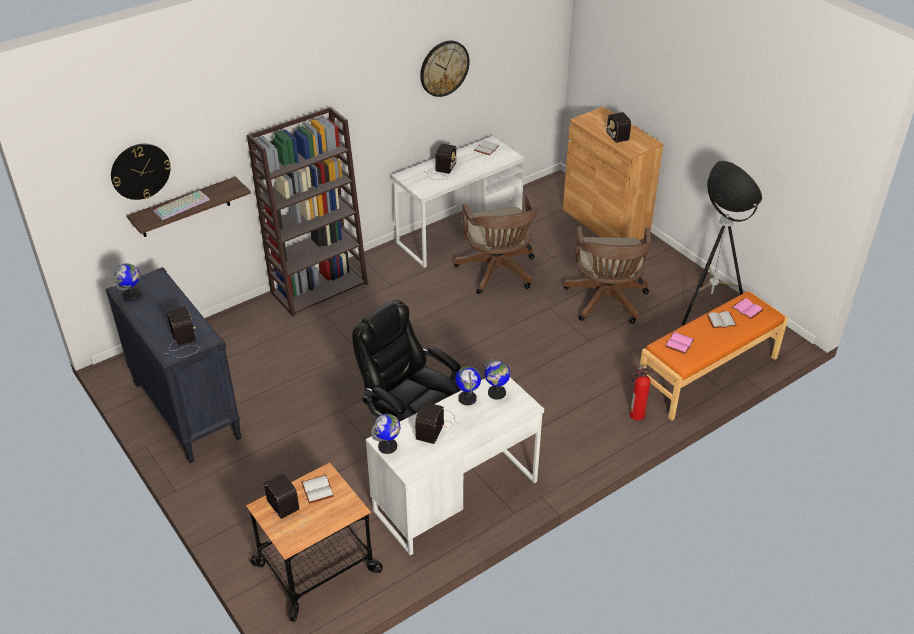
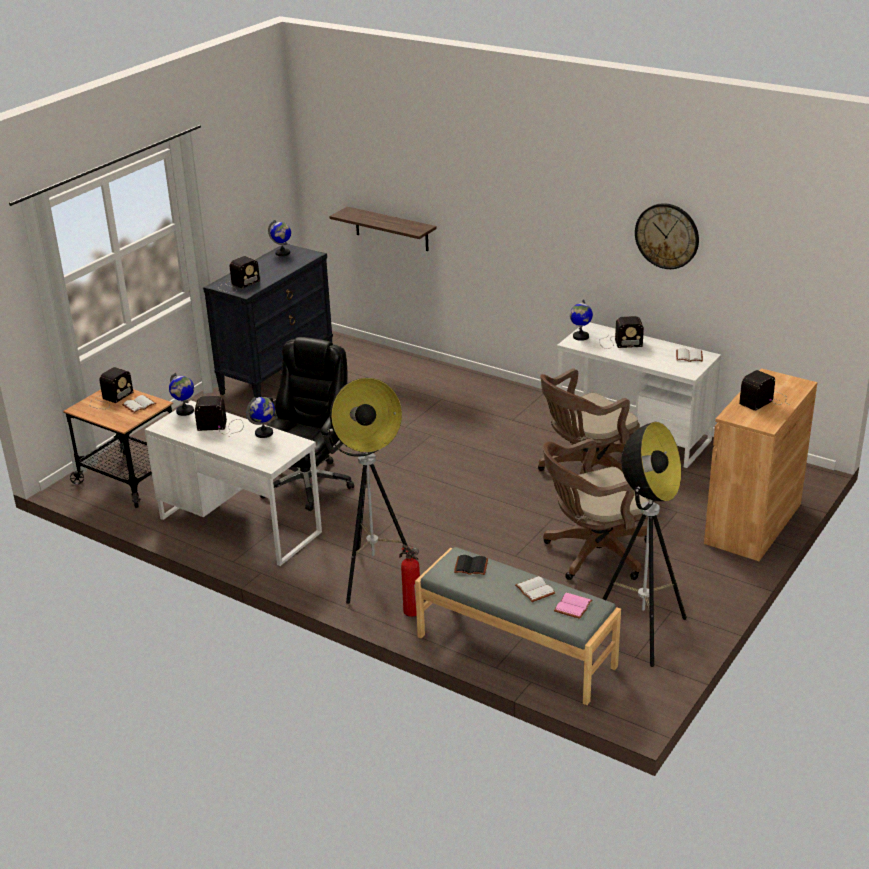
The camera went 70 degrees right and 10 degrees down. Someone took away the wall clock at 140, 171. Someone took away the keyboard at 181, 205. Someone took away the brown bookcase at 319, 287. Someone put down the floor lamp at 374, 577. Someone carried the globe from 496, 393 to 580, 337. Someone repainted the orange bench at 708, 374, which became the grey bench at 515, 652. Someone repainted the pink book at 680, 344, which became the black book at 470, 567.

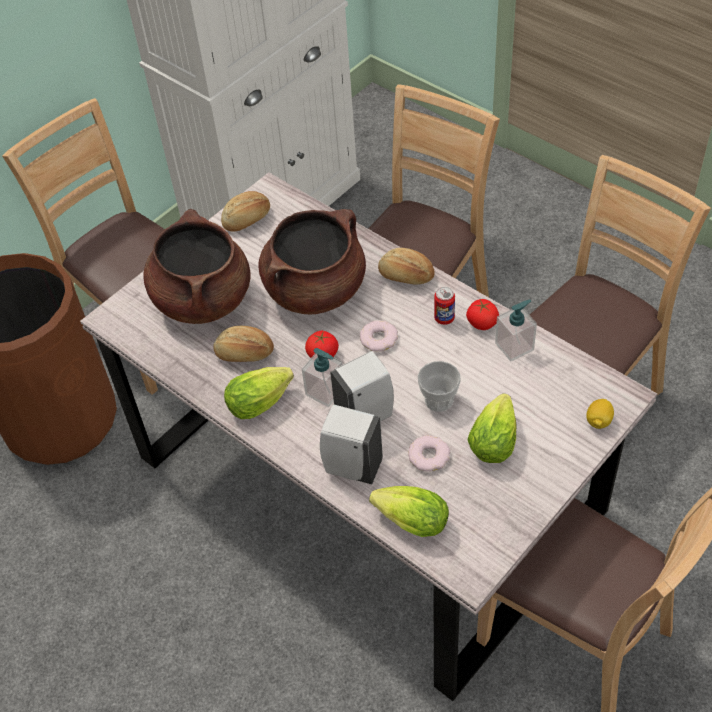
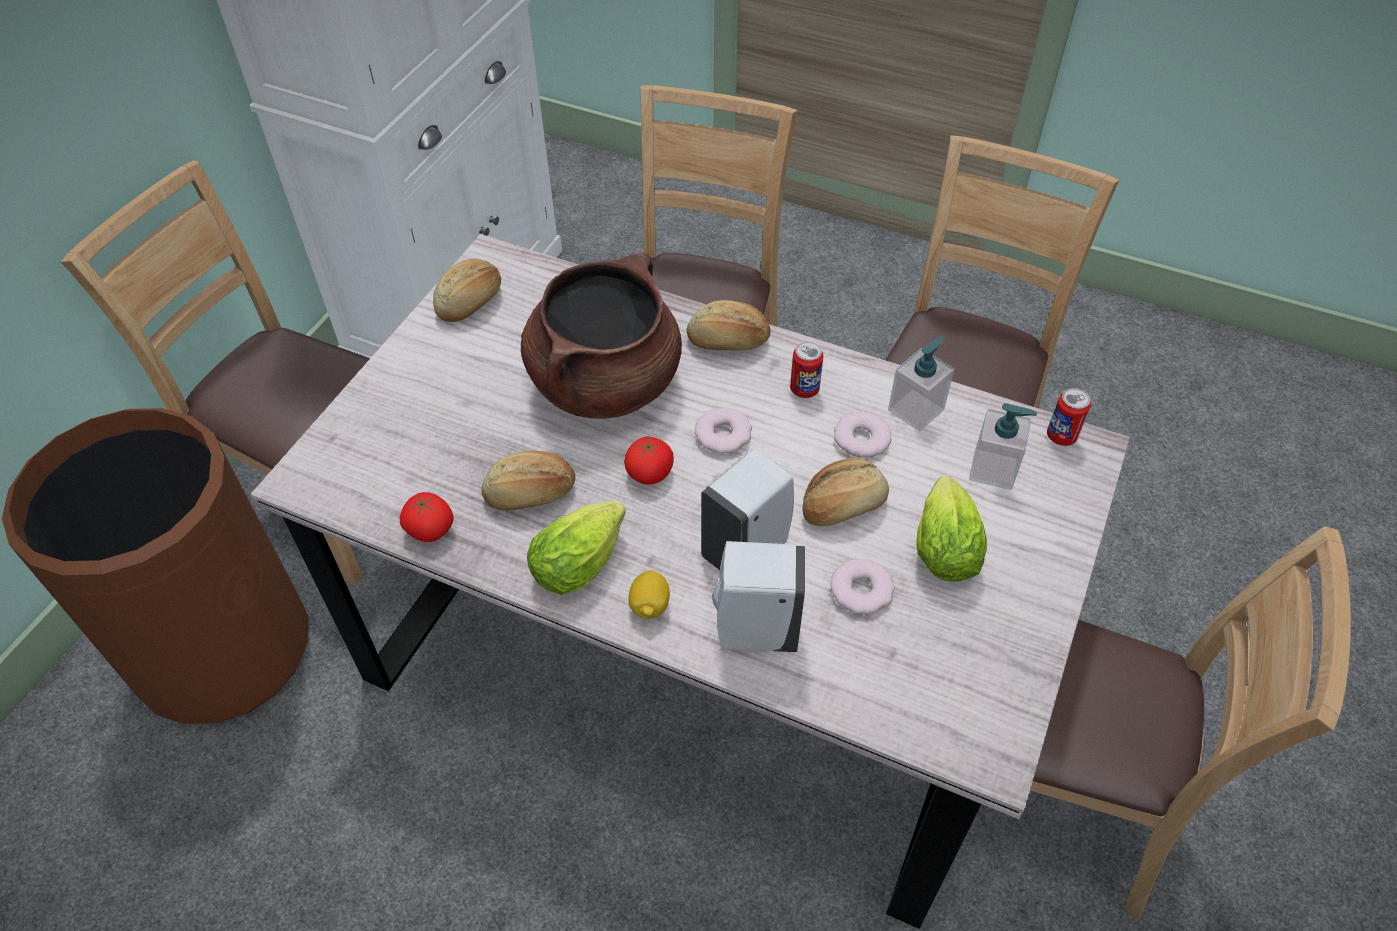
The camera went 20 degrees left and 0 degrees up. Someone took away the brown cooking pot at 202, 299. Someone took away the lettuce at 408, 521. Someone put down the donut at 861, 439. Someone put down the can at 1061, 436. Someone carried the soap dispenser from 325, 391 to 993, 469. Someone carried the tomato from 482, 323 to 430, 529. Someone carried the lemon from 598, 421 to 649, 605. Someone swapped the cup at 438, 400 for the bread at 842, 505.

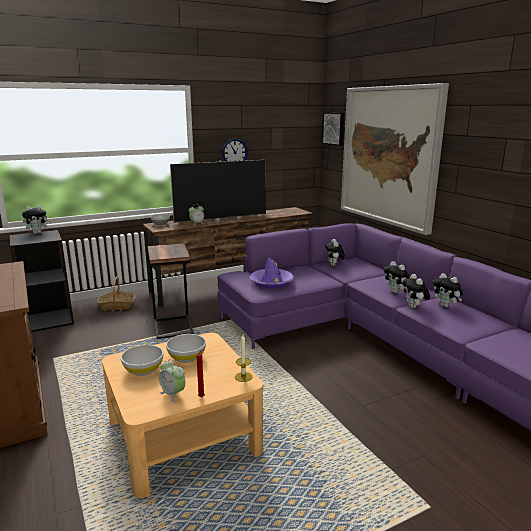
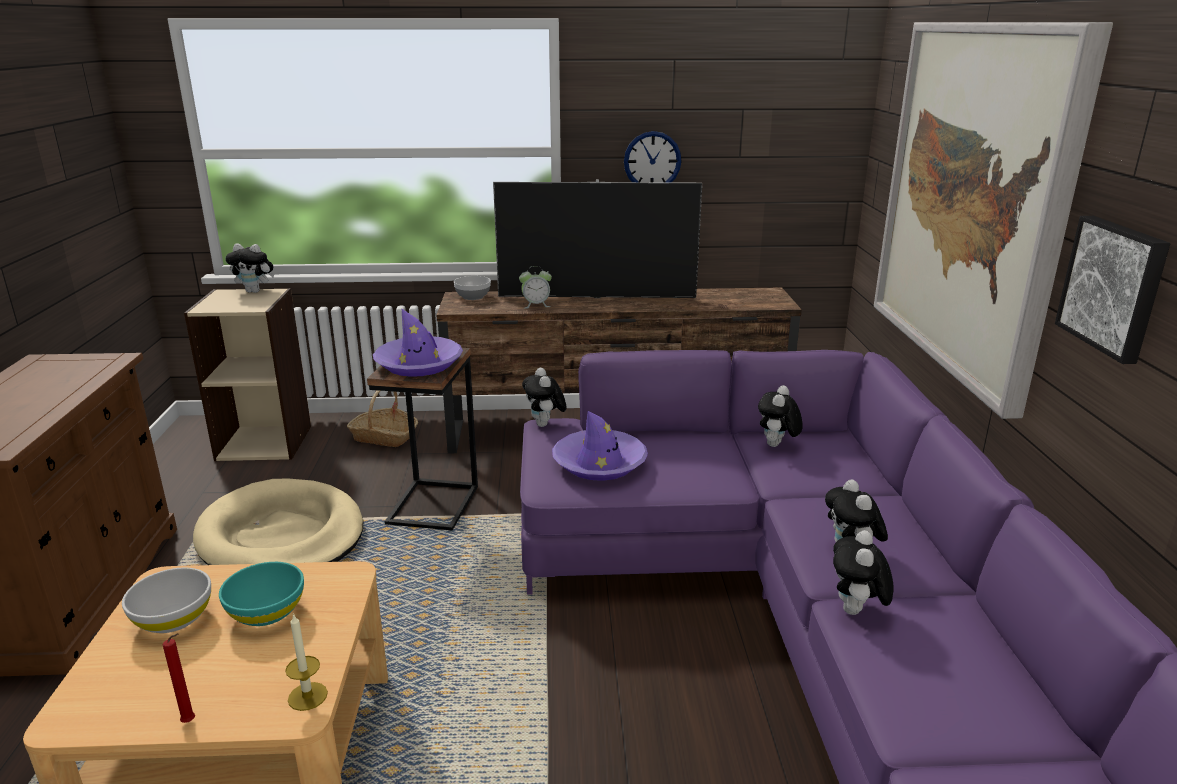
The camera went 25 degrees right and 5 degrees up. Someone took away the alarm clock at 173, 394. Someone put down the beige dog bed at 282, 536. Someone put down the purple hat at 419, 364. Someone carried the picture from 334, 128 to 1114, 287. Someone carried the plush toy from 446, 306 to 545, 425. Someone repainted the black bookcase at 48, 320, which became the beige bookcase at 265, 442. Someone repainted the white bowl at 186, 357, which became the turquoise bowl at 266, 612.

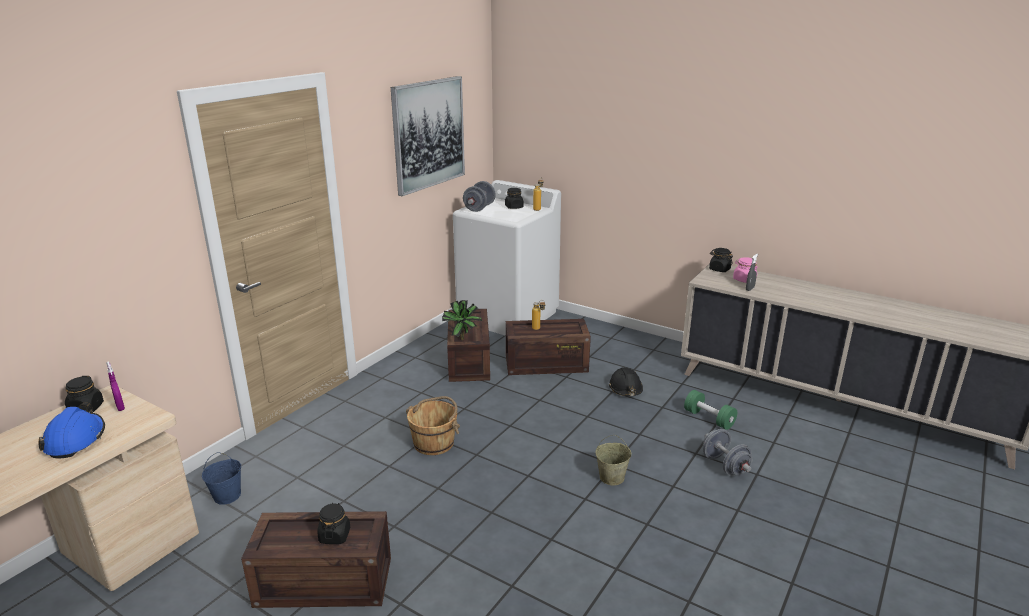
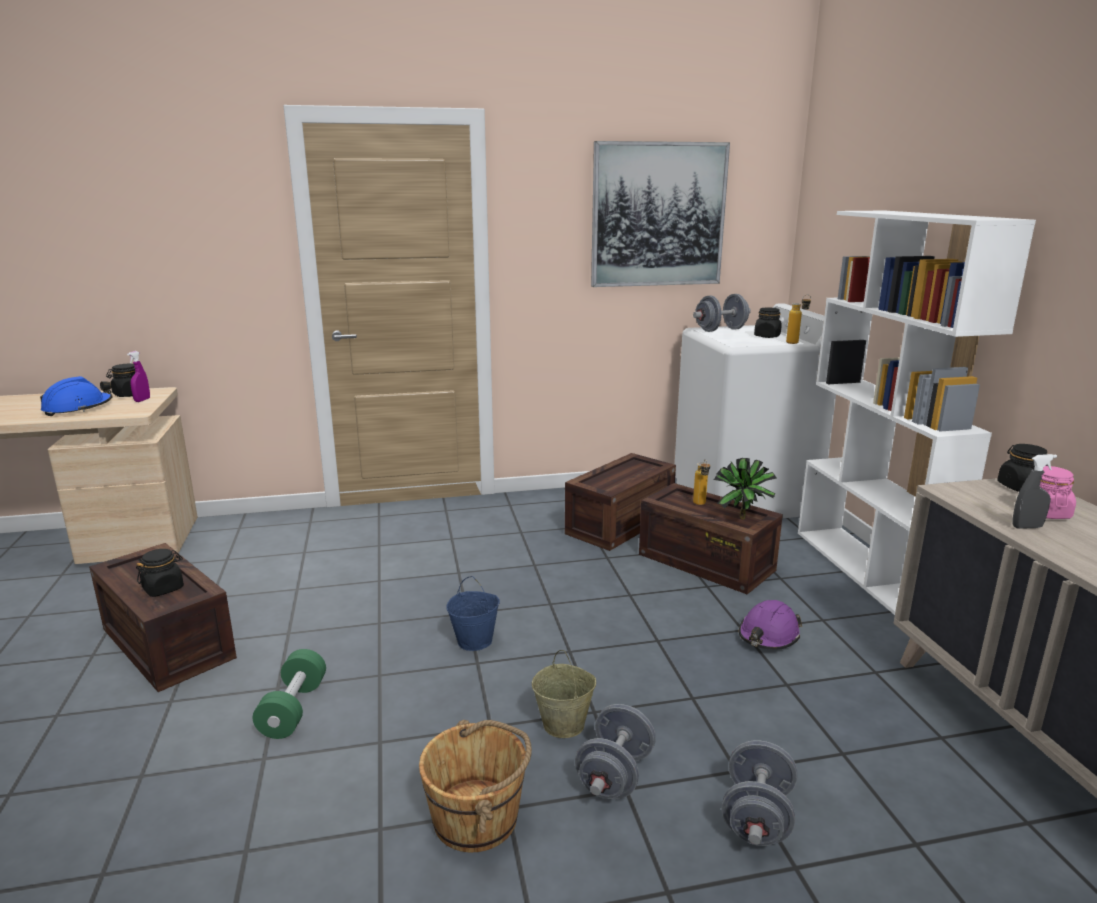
The camera went 45 degrees right and 5 degrees down. Someone put down the grey dumbbell at 615, 775. Someone put down the white bookcase at 869, 570. Someone carried the blue bucket from 227, 495 to 475, 641. Someone carried the brown bucket from 434, 443 to 477, 818. Someone carried the potted plant from 463, 340 to 743, 520. Someone carried the green dumbbell from 709, 419 to 293, 709. Someone repainted the black hard hat at 626, 388, which became the purple hard hat at 768, 636.

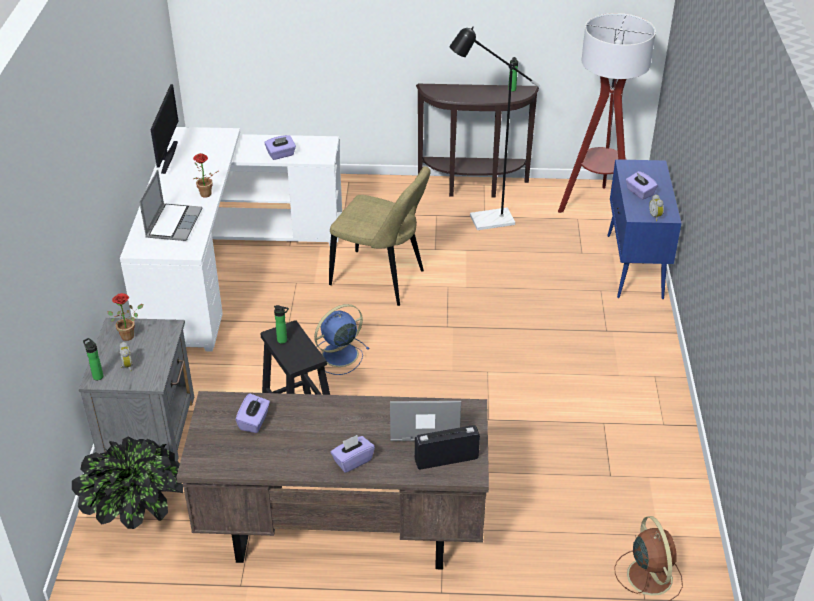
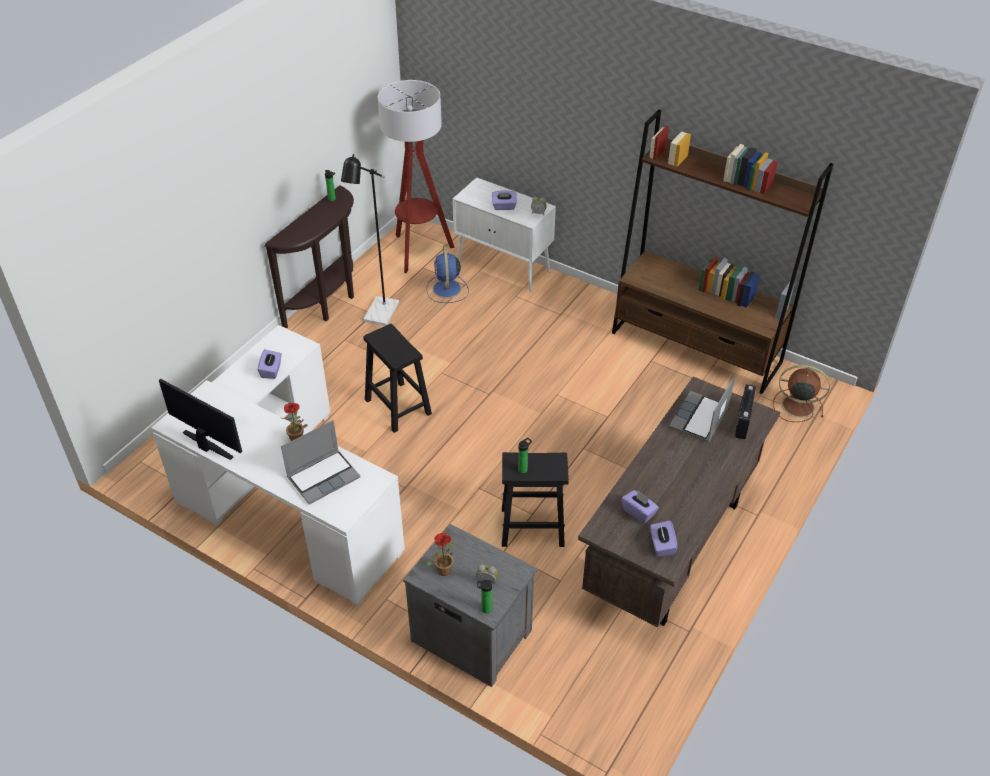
The camera went 60 degrees left and 5 degrees up. Someone took away the potted plant at 139, 516. Someone put down the brown bookcase at 696, 348. Someone carried the blue fan from 338, 355 to 447, 290. Someone carried the purple tissue box from 352, 461 to 661, 545. Someone swapped the beige chair at 381, 279 for the black stool at 398, 407. Someone repainted the blue cabinet at 635, 267, which became the white cabinet at 504, 267. Someone rotated the laptop at 173, 223 by 105 degrees clockwise.

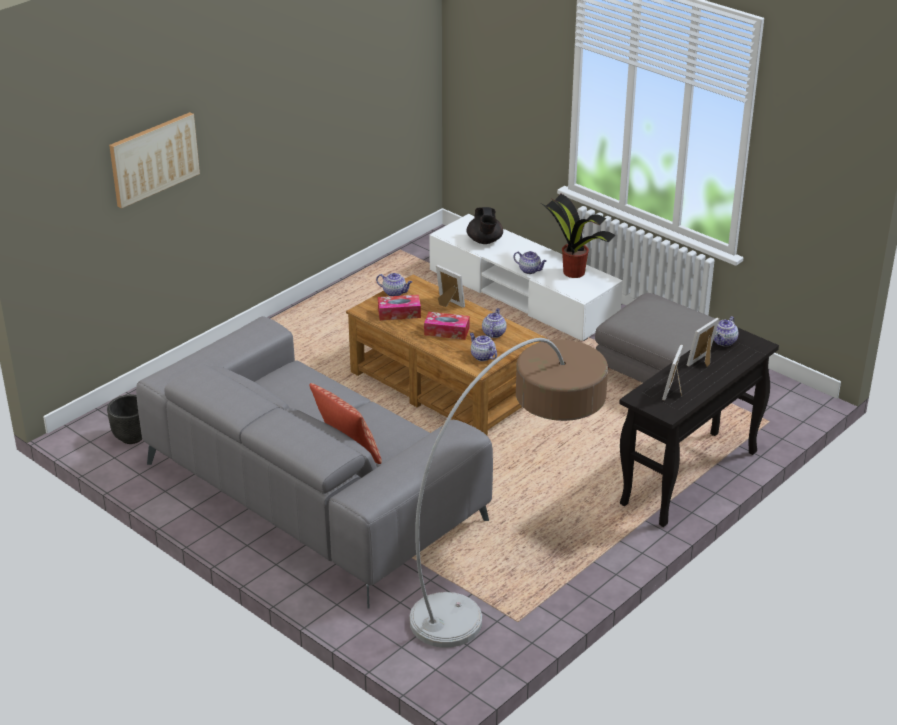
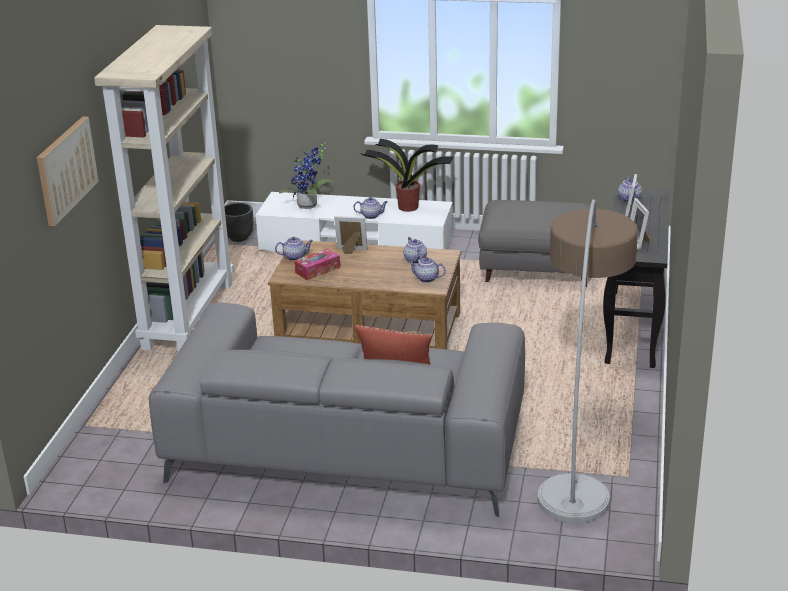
The camera went 30 degrees left and 5 degrees down. Someone took away the tissue box at 446, 331. Someone put down the beige bookcase at 188, 315. Someone carried the black planter from 131, 437 to 238, 238. Someone swapped the black teapot at 484, 241 for the potted plant at 309, 206.

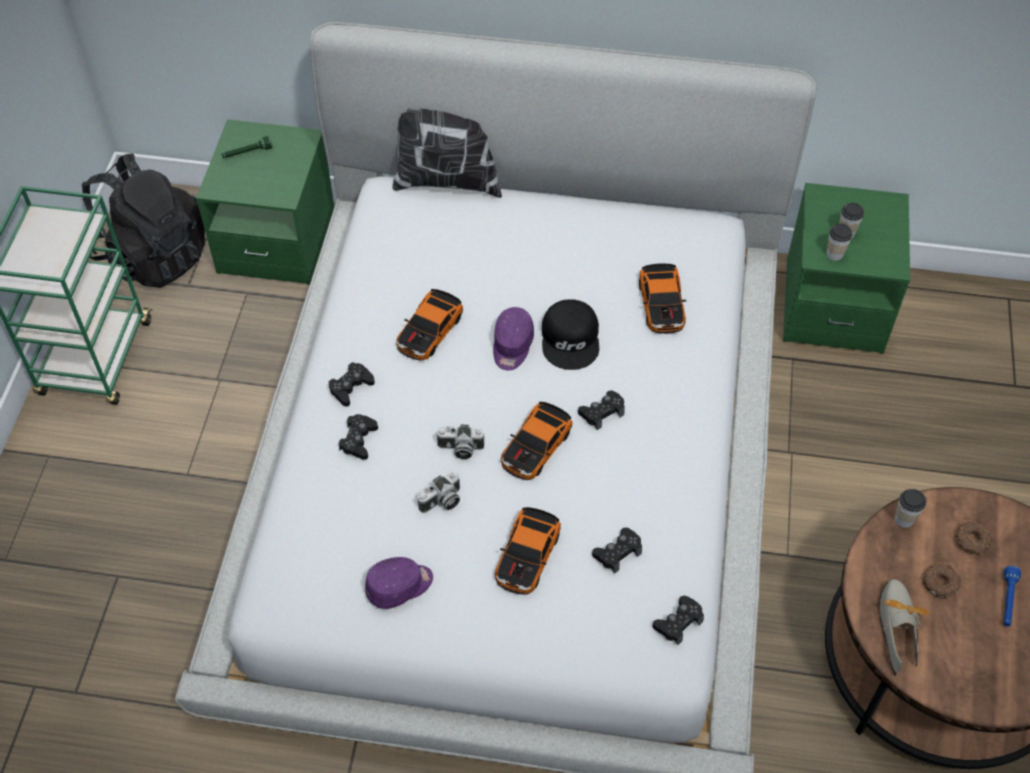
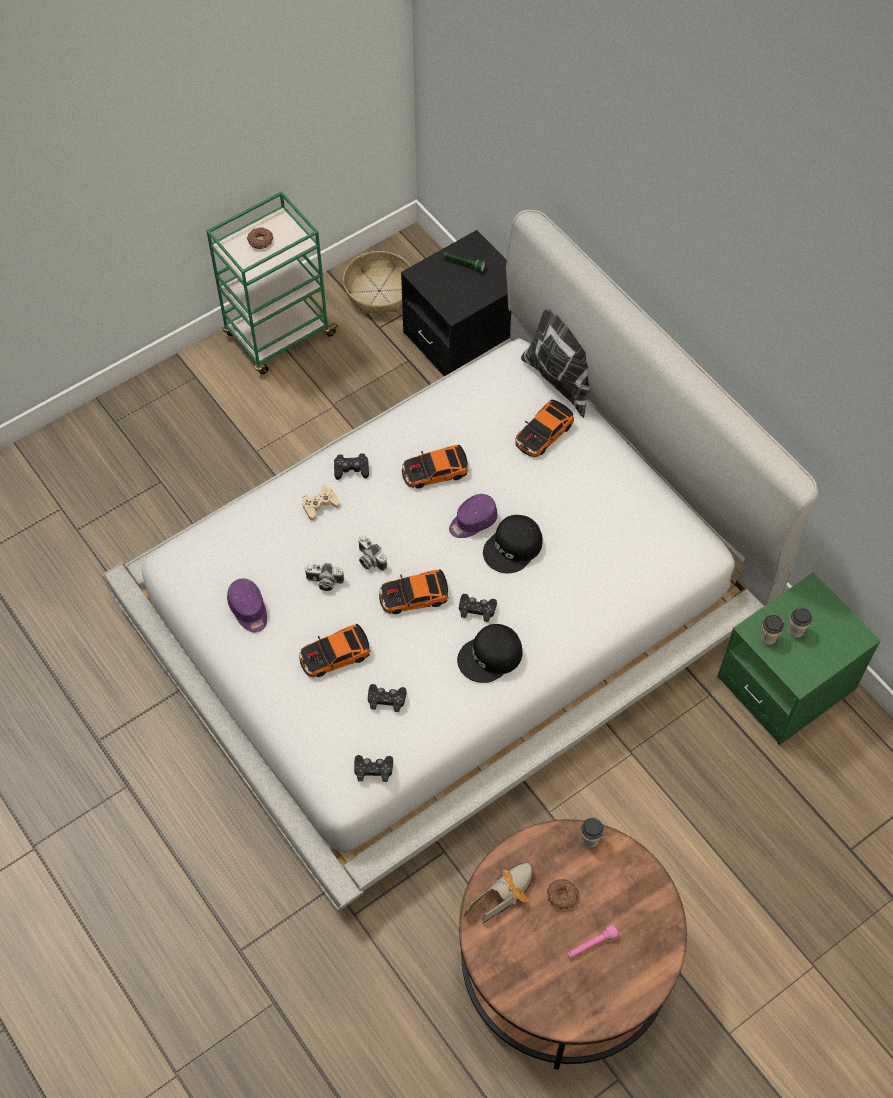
The camera went 45 degrees right and 5 degrees up. Someone put down the black cap at 491, 657. Someone carried the toy car from 662, 304 to 544, 433. Someone carried the donut from 972, 541 to 260, 241. Someone swapped the black backpack at 153, 255 for the basket at 379, 290. Someone repainted the green nightstand at 277, 240, which became the black nightstand at 463, 338. Someone repainted the black game controller at 358, 440, which became the beige game controller at 320, 505. Someone repainted the blue flashlight at 1007, 600, which became the pink flashlight at 591, 944. Someone rotated the purple cap at 400, 586 by 45 degrees clockwise.

